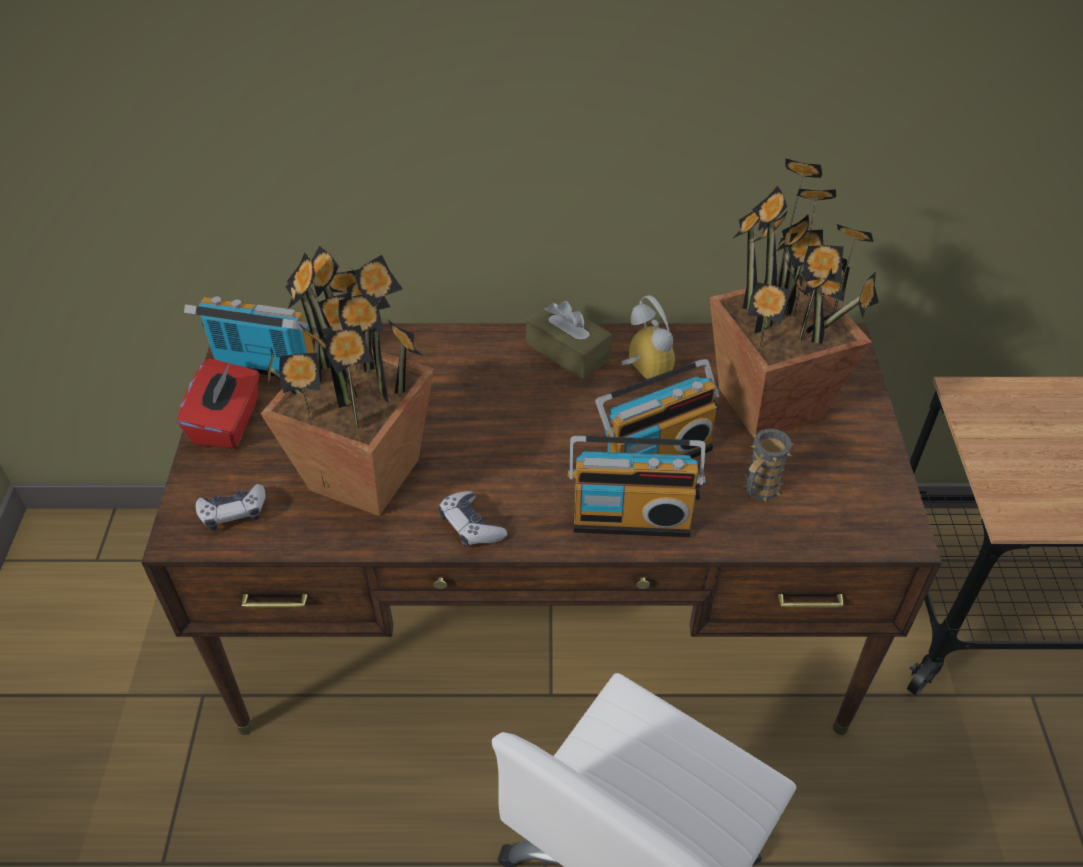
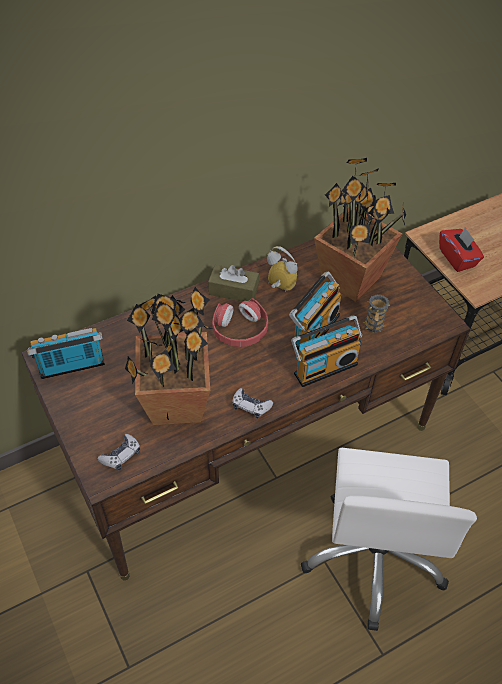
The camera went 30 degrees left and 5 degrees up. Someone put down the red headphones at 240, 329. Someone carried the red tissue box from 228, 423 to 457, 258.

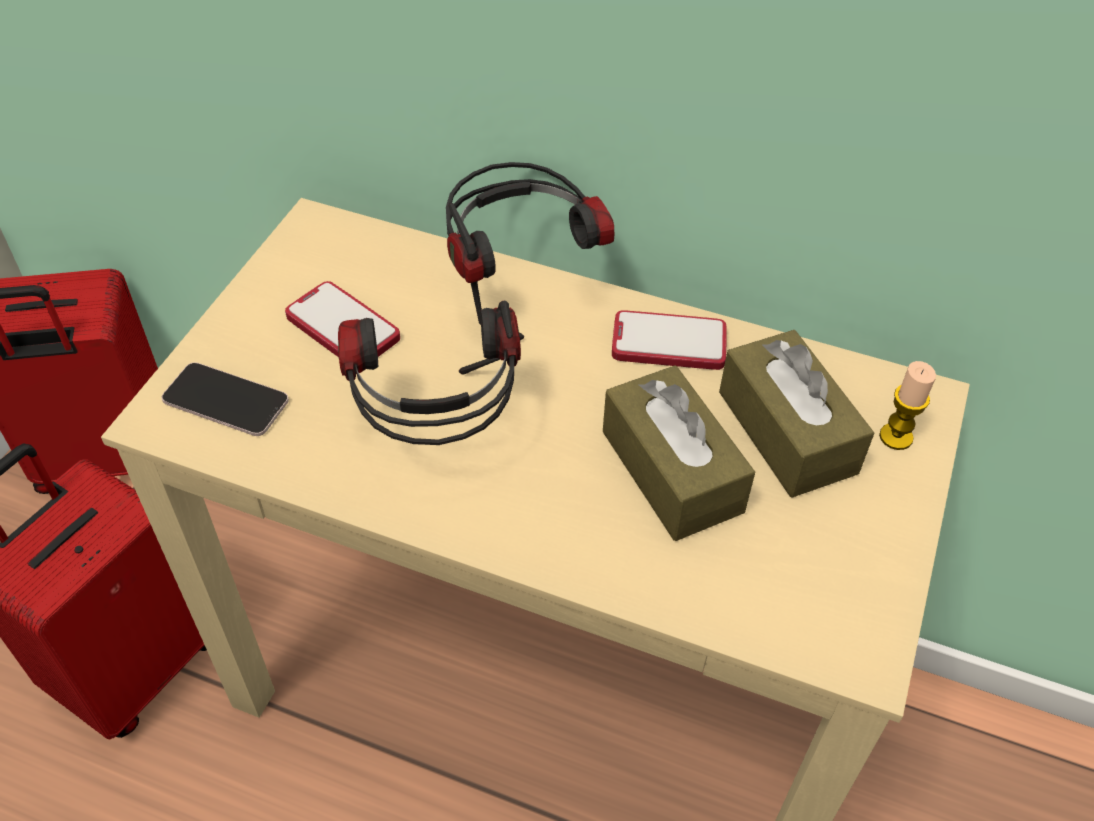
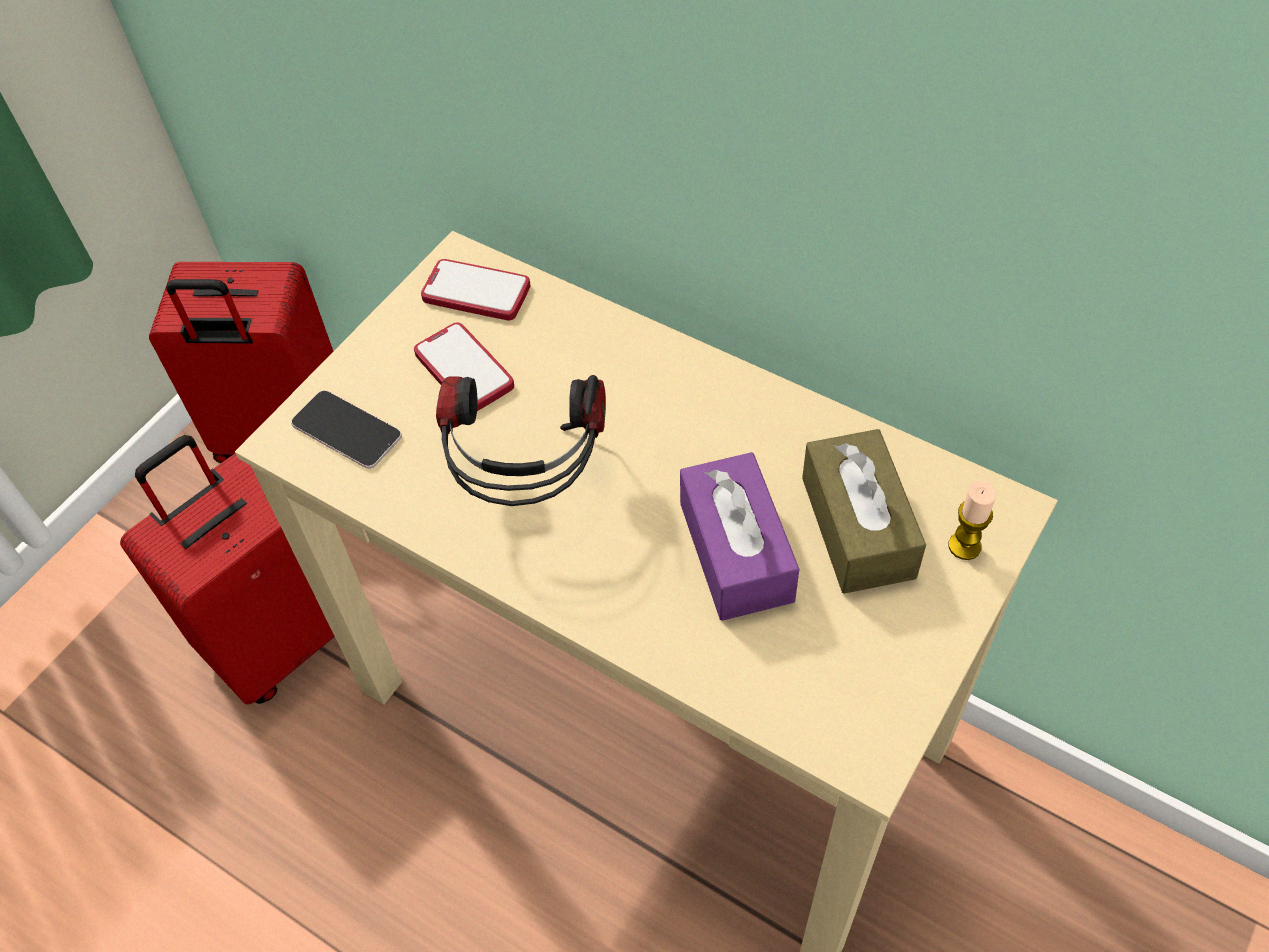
The camera went 15 degrees right and 5 degrees up. Someone took away the headphones at 519, 285. Someone carried the phone from 668, 343 to 476, 292. Someone repainted the brown tissue box at 671, 471, which became the purple tissue box at 736, 552.

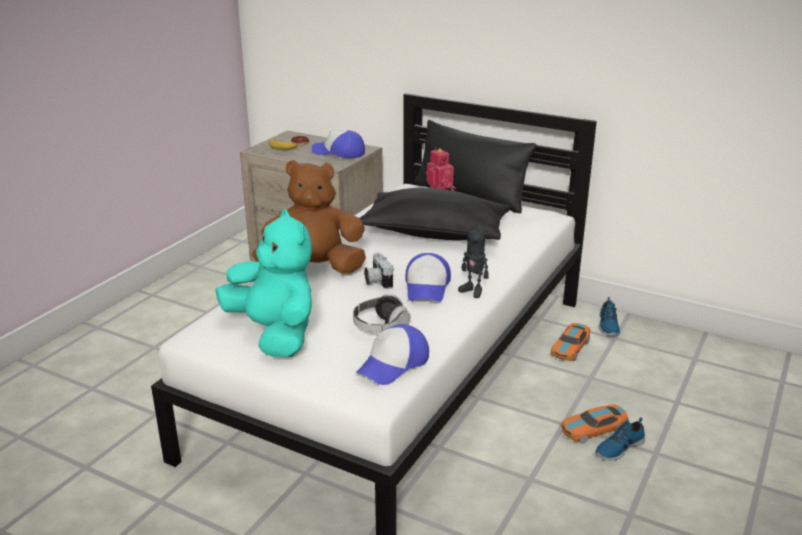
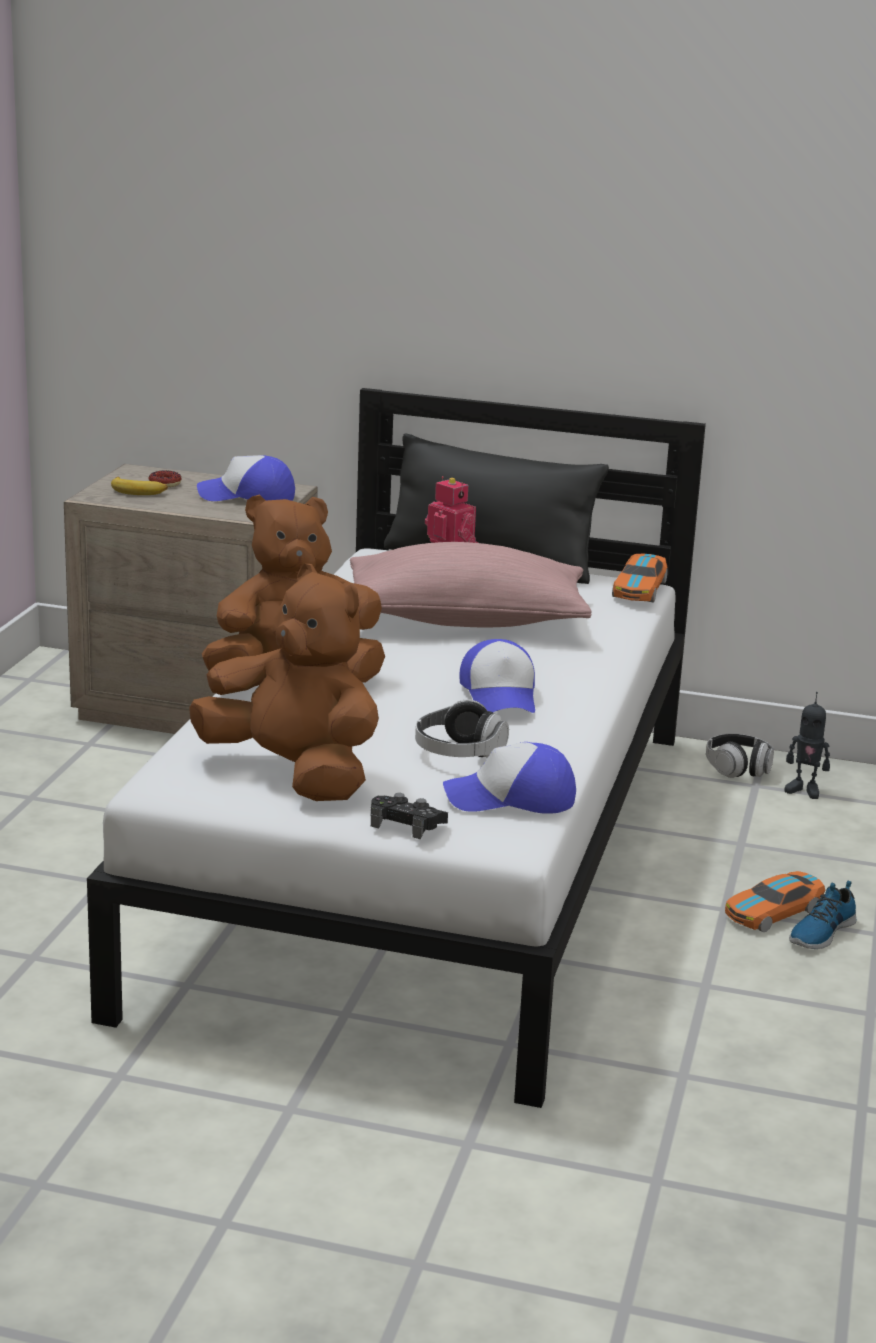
The camera went 15 degrees left and 5 degrees down. Someone took away the photo camera at 377, 281. Someone put down the black game controller at 407, 824. Someone carried the toy robot from 473, 291 to 804, 790. Someone carried the toy car from 570, 348 to 639, 589. Someone swapped the shoe at 607, 325 for the headphones at 738, 768. Someone repainted the turquoise plush toy at 275, 334, which became the brown plush toy at 293, 774. Someone repainted the black pillow at 435, 234, which became the pink pillow at 465, 620. Someone rotated the cap at 393, 364 by 60 degrees clockwise.

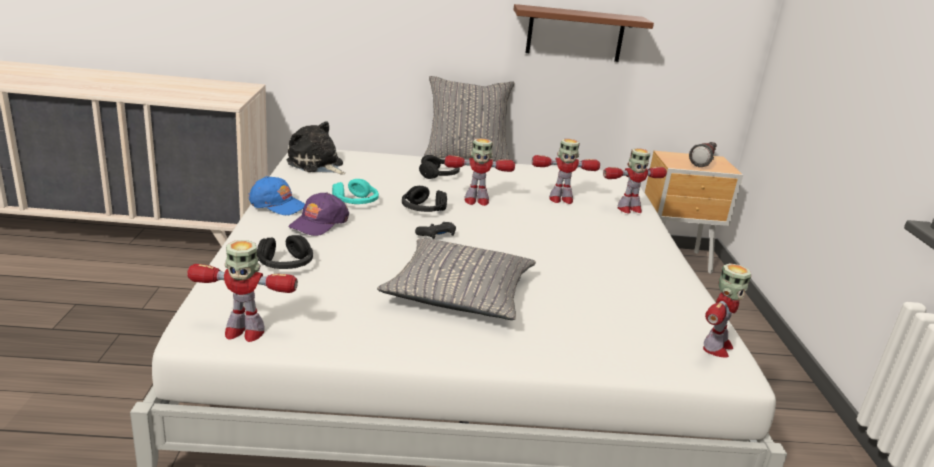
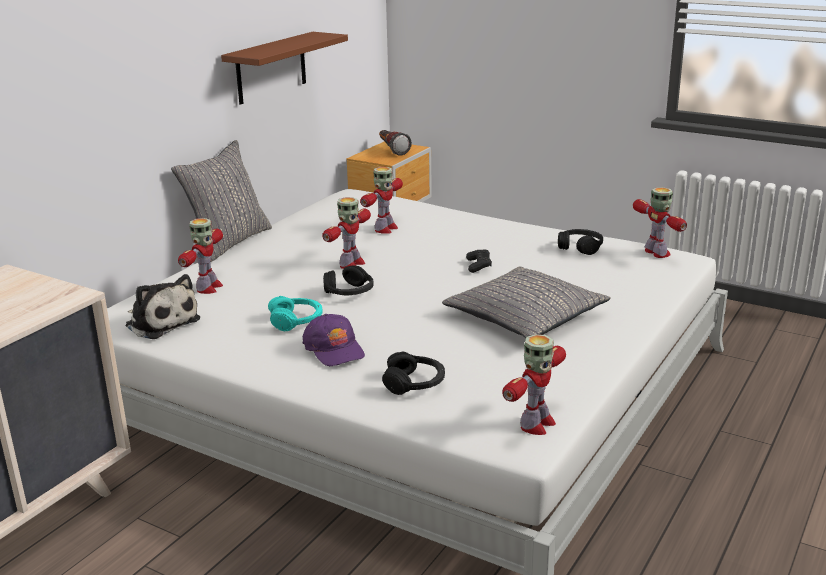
The camera went 55 degrees left and 0 degrees up. Someone took away the blue cap at 277, 204. Someone carried the black game controller from 436, 235 to 478, 266. Someone carried the black headphones from 439, 175 to 580, 247. Someone carried the toy robot from 628, 209 to 208, 288. Someone rotated the plush toy at 317, 165 by 120 degrees counterclockwise.

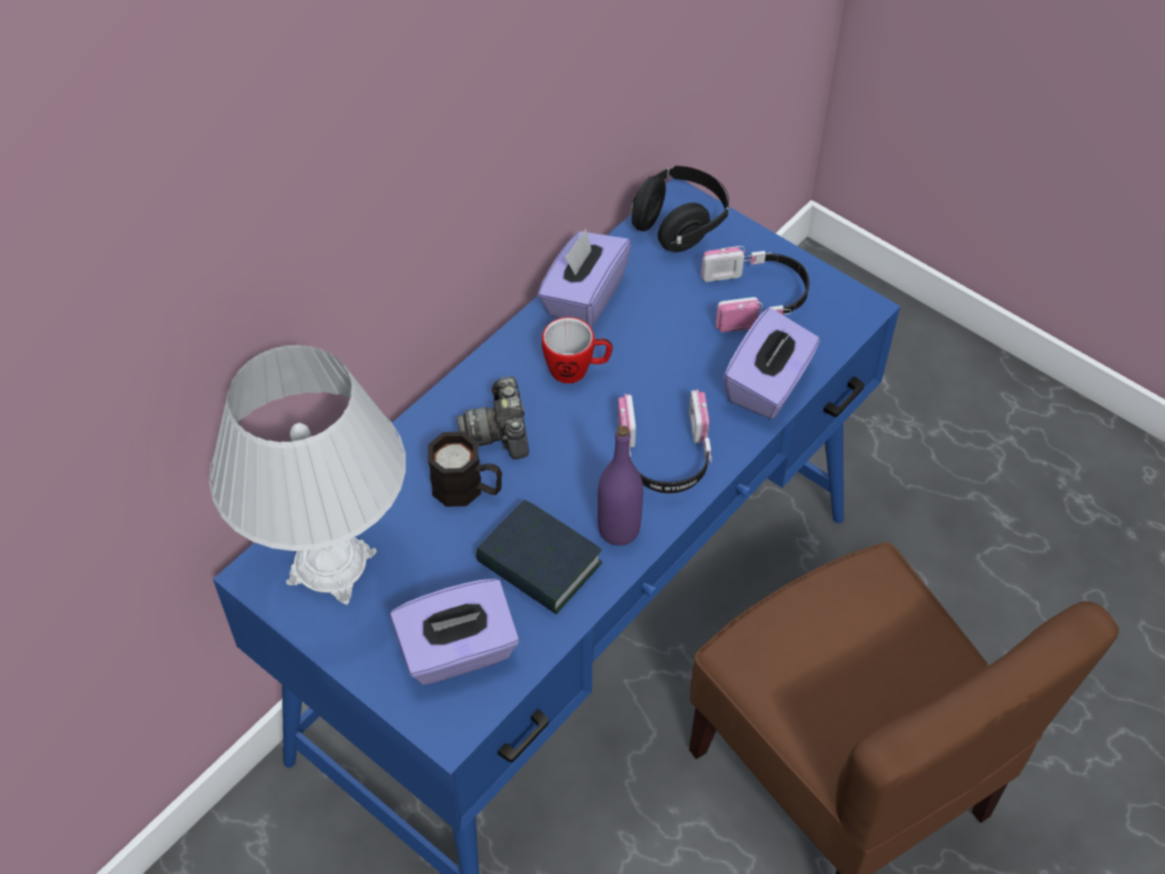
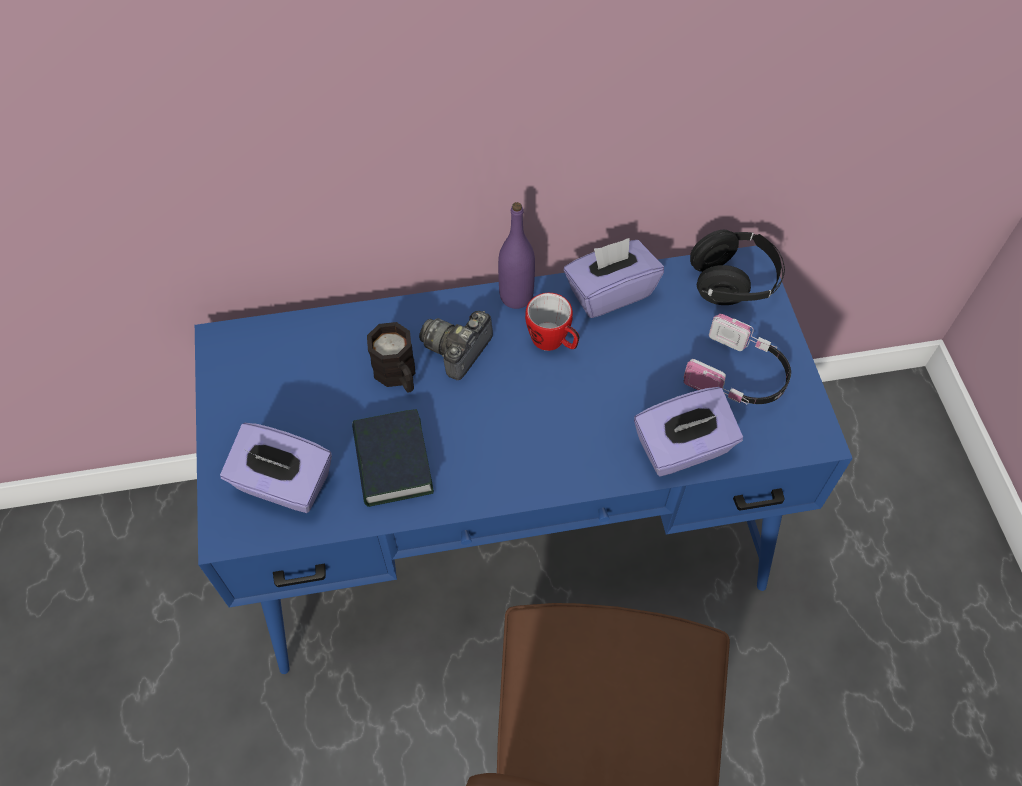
The camera went 40 degrees right and 5 degrees up. Someone took away the white table lamp at 331, 567. Someone took away the headphones at 665, 456. Someone carried the purple bottle from 618, 530 to 516, 296.

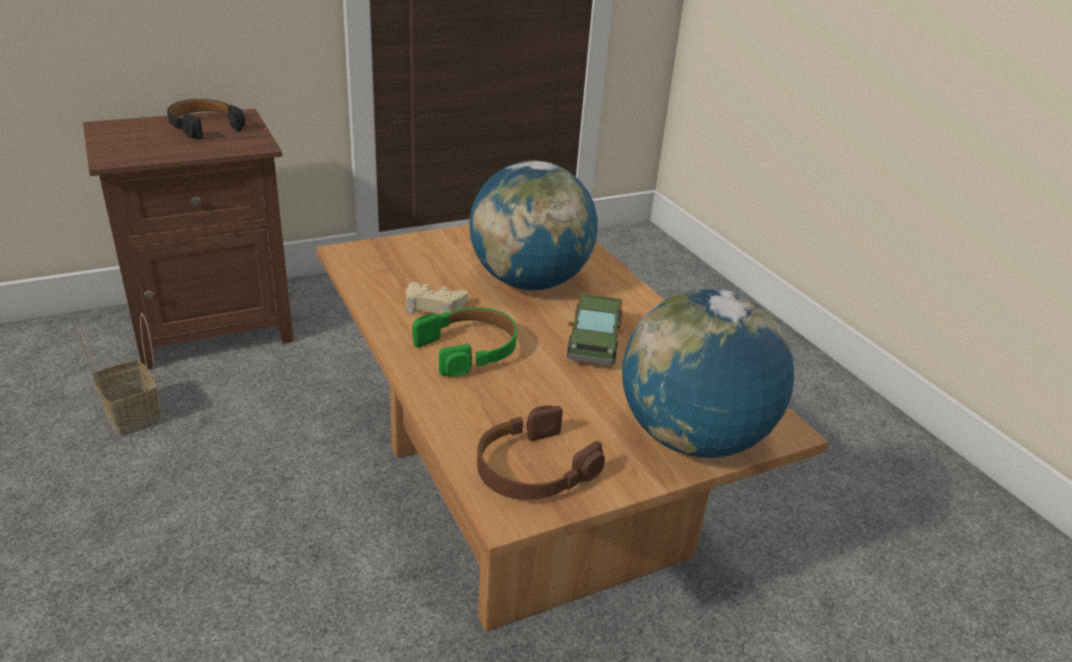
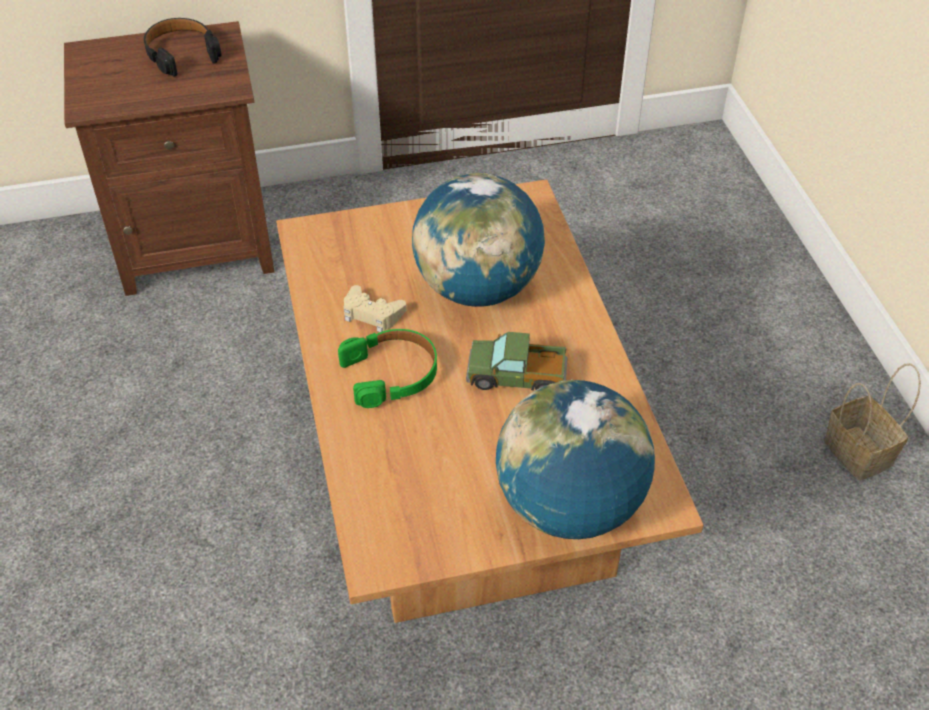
The camera went 15 degrees right and 15 degrees up. Someone took away the brown headphones at 533, 468. Someone carried the basket from 134, 415 to 860, 454. Someone rotated the toy truck at 594, 343 by 75 degrees clockwise.

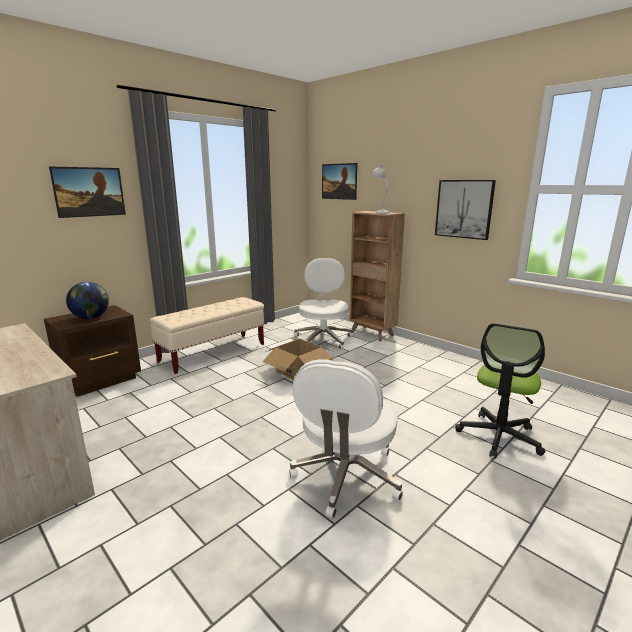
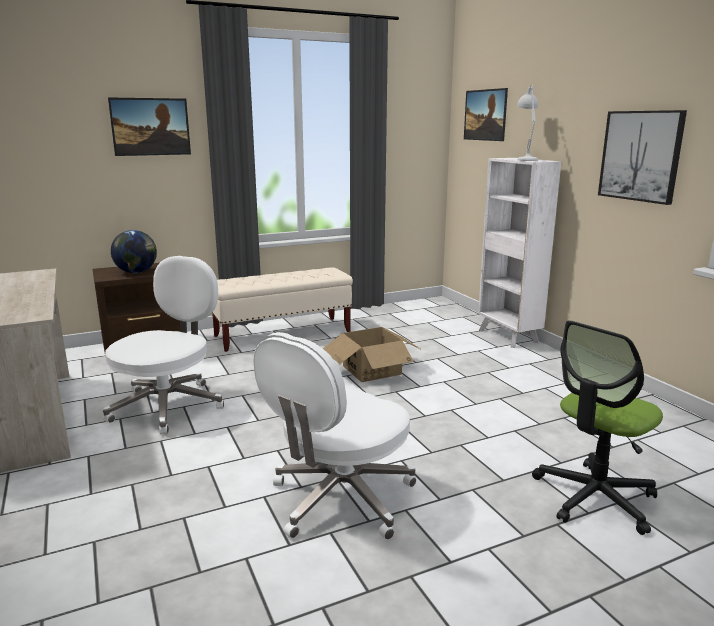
The camera went 20 degrees right and 0 degrees up. Someone carried the white office chair from 323, 339 to 169, 406. Someone repainted the brown bookcase at 372, 334, which became the white bookcase at 508, 337.

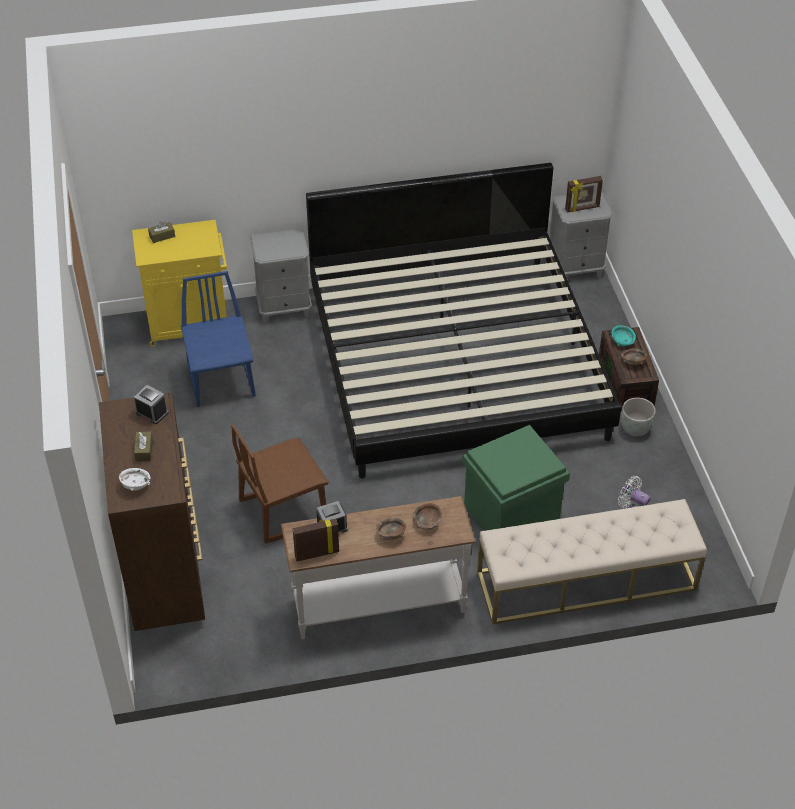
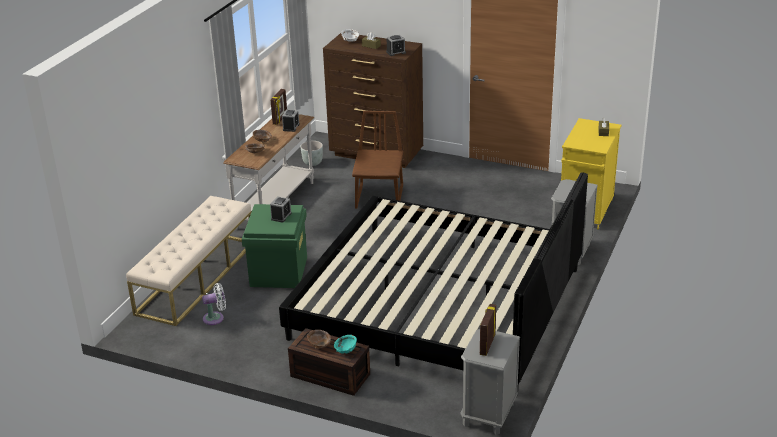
The camera went 125 degrees right and 15 degrees down. Someone took away the blue chair at 222, 380. Someone put down the alarm clock at 281, 216. Someone carried the grey planter from 635, 429 to 312, 163.

